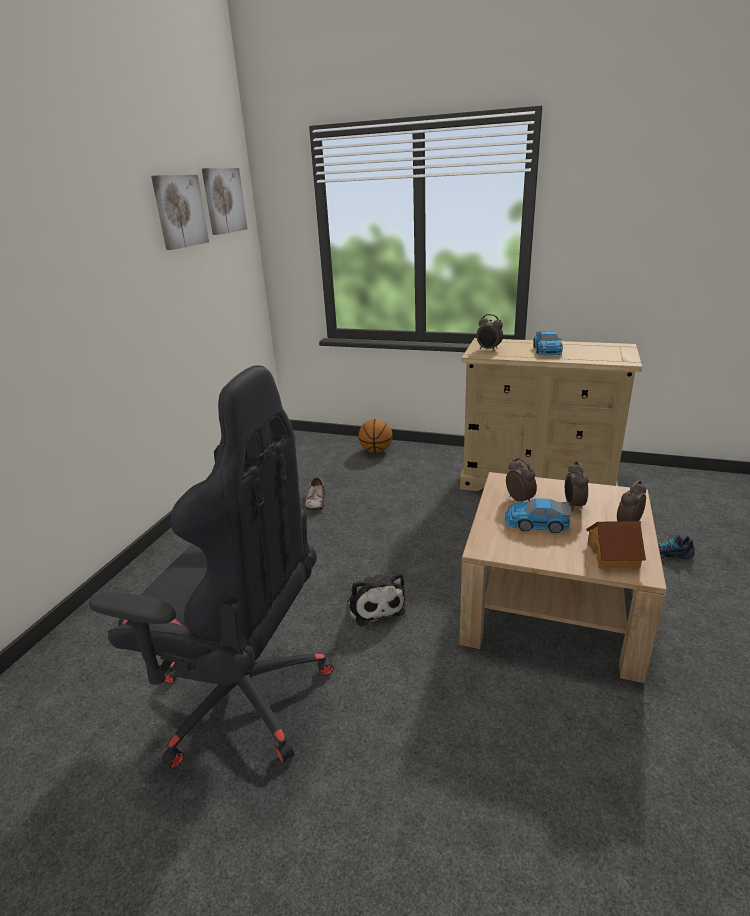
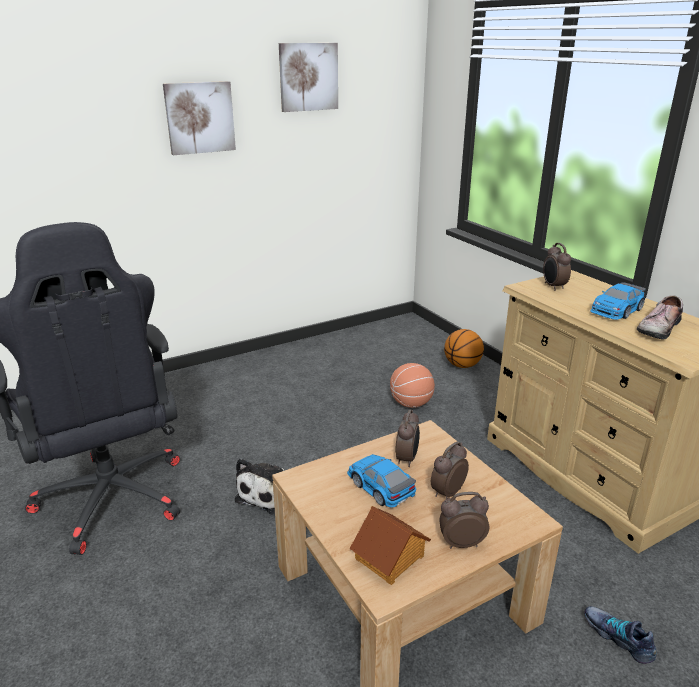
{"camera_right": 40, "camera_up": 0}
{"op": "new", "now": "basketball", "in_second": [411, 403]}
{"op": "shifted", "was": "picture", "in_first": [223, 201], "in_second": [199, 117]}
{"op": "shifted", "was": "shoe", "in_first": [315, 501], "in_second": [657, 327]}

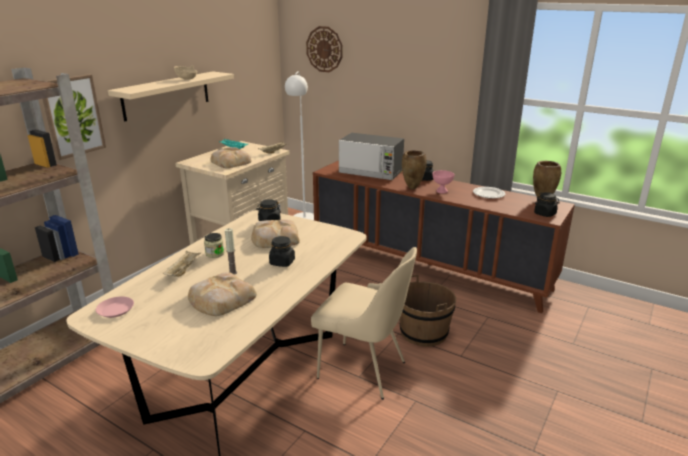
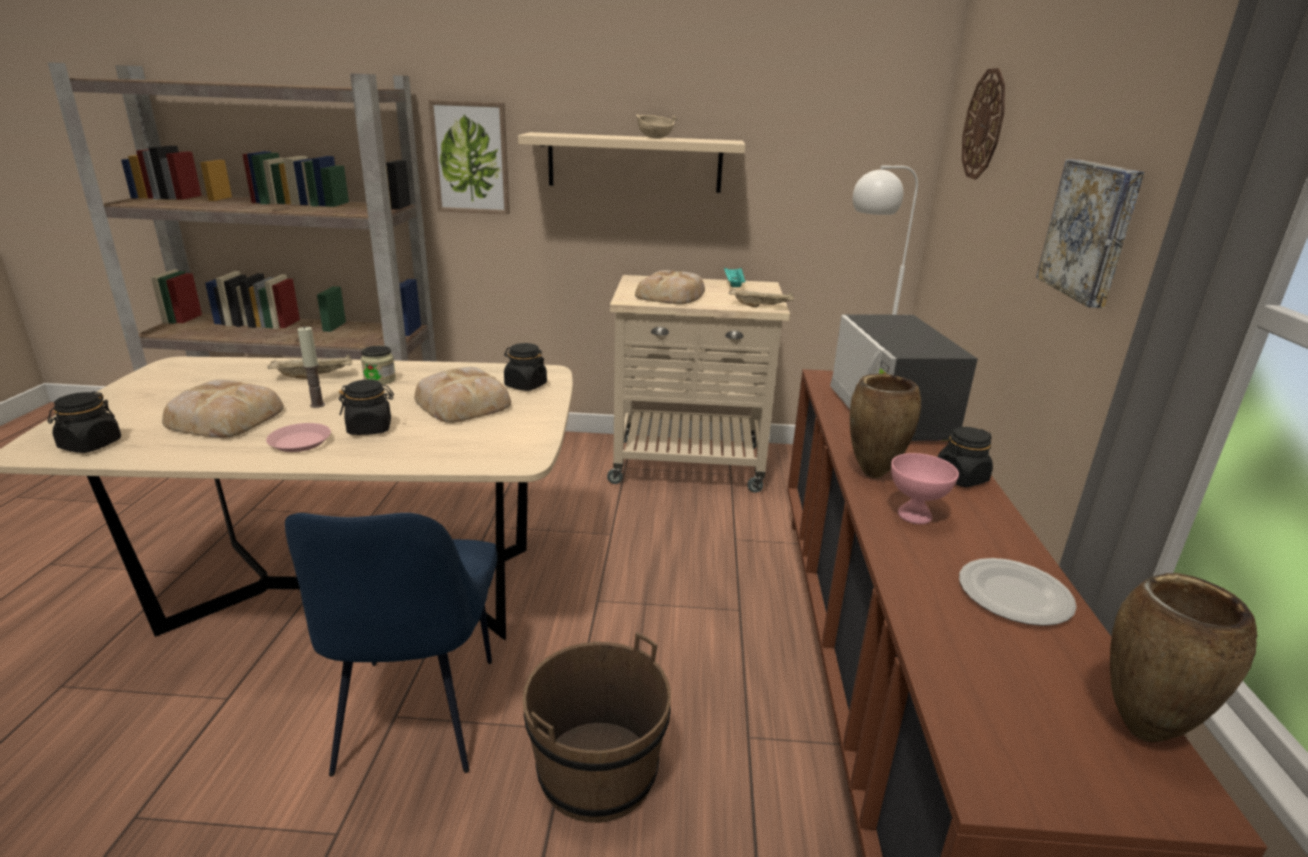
{"camera_right": 60, "camera_up": 0}
{"op": "new", "now": "picture", "in_second": [1092, 231]}
{"op": "shifted", "was": "pink plate", "in_first": [115, 310], "in_second": [299, 442]}
{"op": "shifted", "was": "black jar", "in_first": [545, 214], "in_second": [90, 445]}
{"op": "repainted", "was": "beige chair", "now": "blue chair", "in_first": [363, 370], "in_second": [418, 715]}

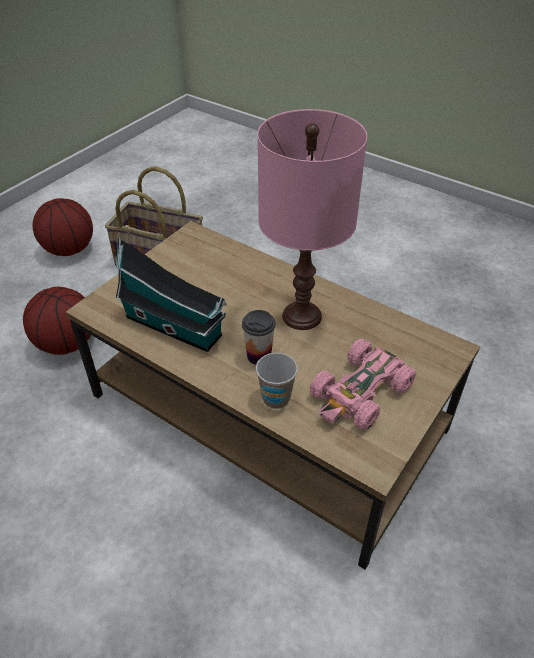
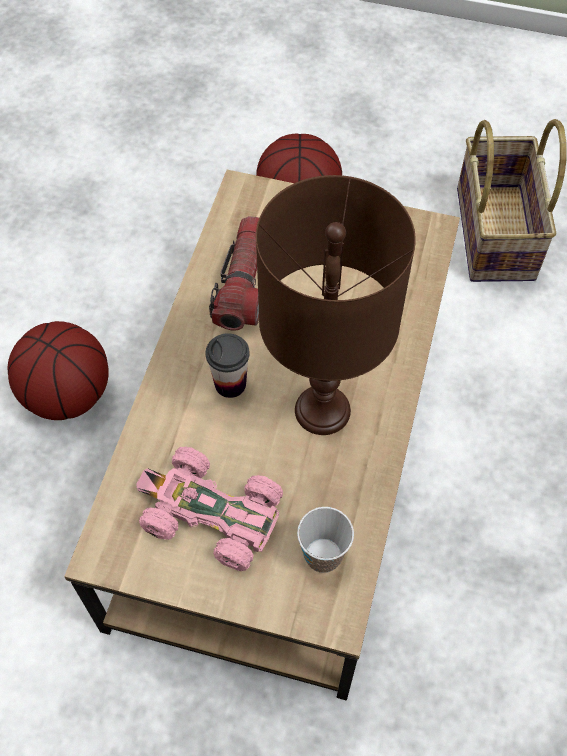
{"camera_right": 70, "camera_up": 15}
{"op": "shifted", "was": "basketball", "in_first": [69, 250], "in_second": [67, 393]}
{"op": "shifted", "was": "cup", "in_first": [276, 398], "in_second": [323, 555]}
{"op": "swapped", "was": "toy house", "now": "flashlight", "in_first": [176, 328], "in_second": [243, 283]}
{"op": "repainted", "was": "pink table lamp", "now": "brown table lamp", "in_first": [301, 316], "in_second": [322, 409]}

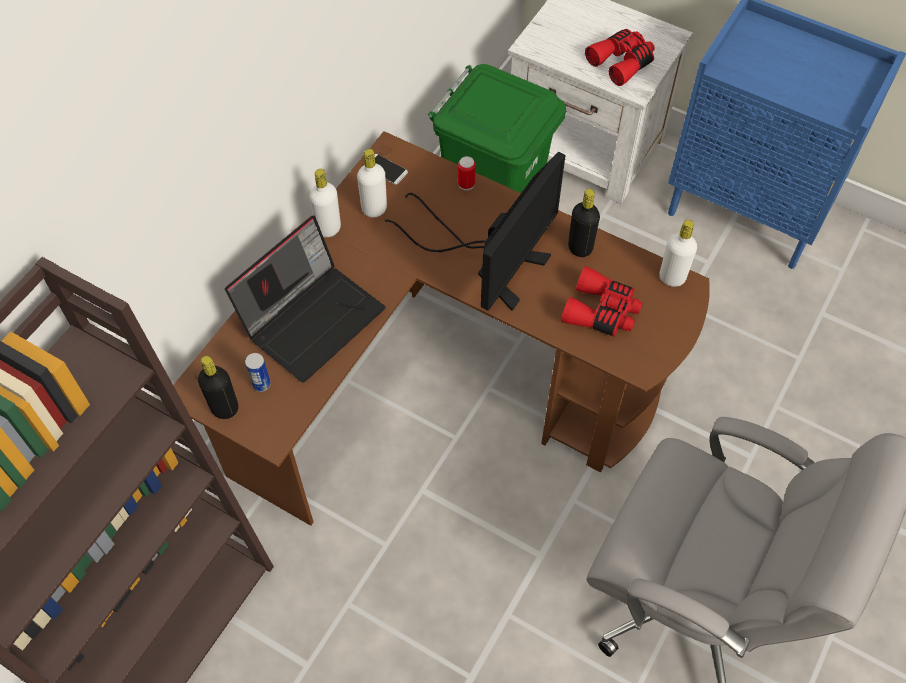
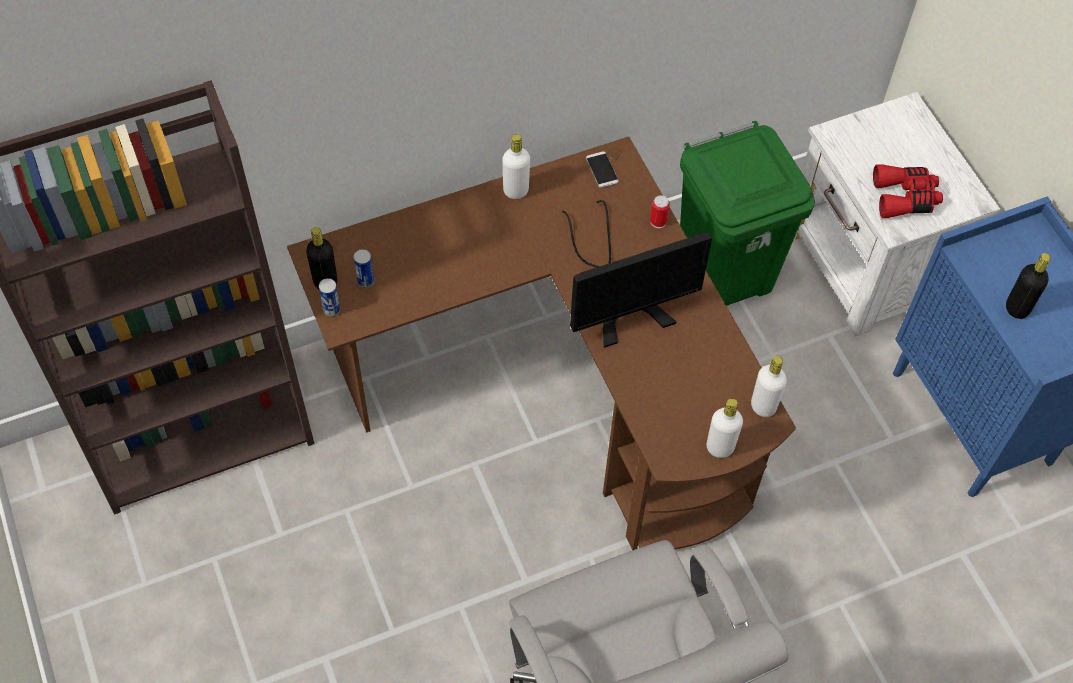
{"camera_right": 35, "camera_up": 0}
{"op": "gone", "was": "laptop", "in_first": [312, 318]}
{"op": "gone", "was": "red binoculars", "in_first": [602, 311]}
{"op": "new", "now": "can", "in_second": [332, 310]}
{"op": "shifted", "was": "white bottle", "in_first": [374, 209], "in_second": [720, 447]}
{"op": "shifted", "was": "black bottle", "in_first": [580, 248], "in_second": [1017, 308]}

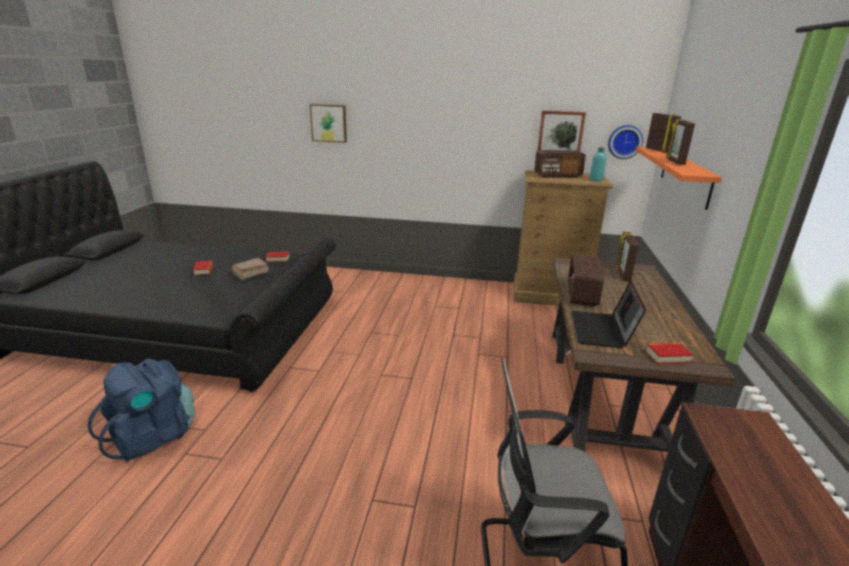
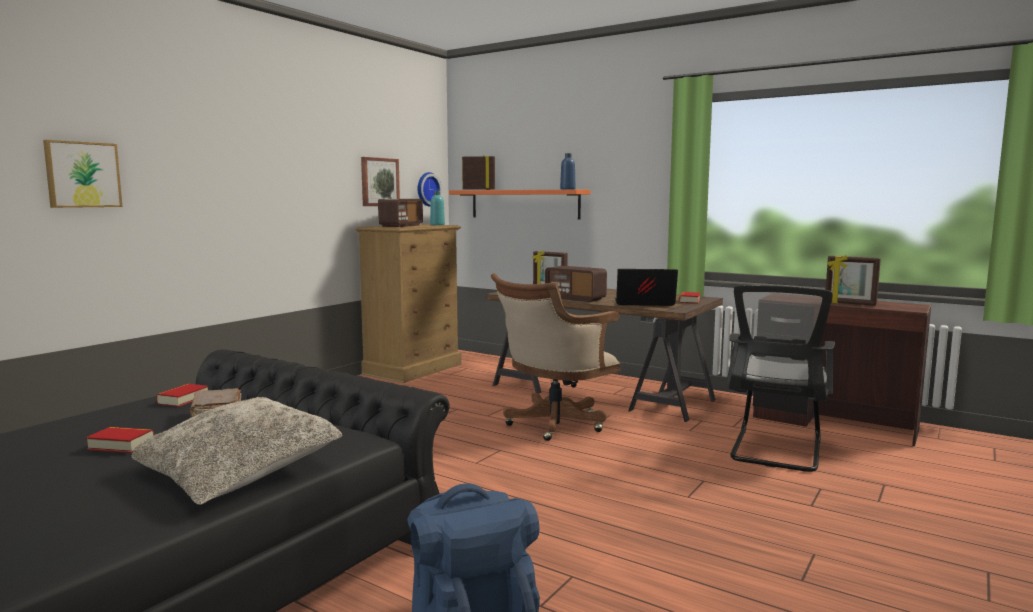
{"camera_right": -65, "camera_up": -15}
{"op": "new", "now": "beige pillow", "in_second": [237, 470]}
{"op": "new", "now": "office chair", "in_second": [552, 425]}
{"op": "new", "now": "blue bottle", "in_second": [567, 189]}
{"op": "shifted", "was": "picture frame", "in_first": [674, 162], "in_second": [850, 304]}
{"op": "rotated", "was": "laptop", "in_first": [602, 331], "in_second": [643, 303], "clockwise": 150}

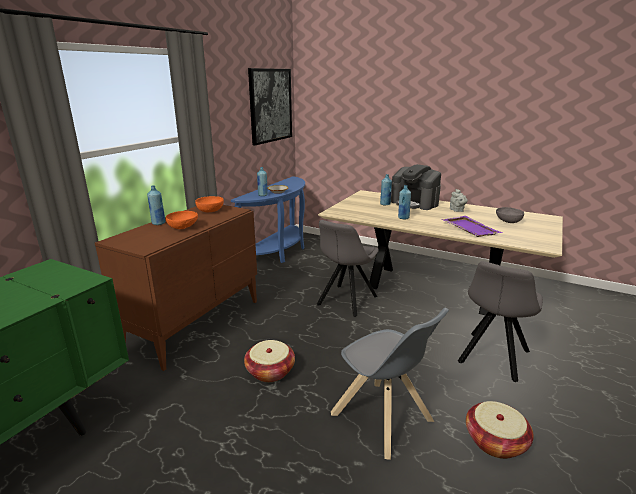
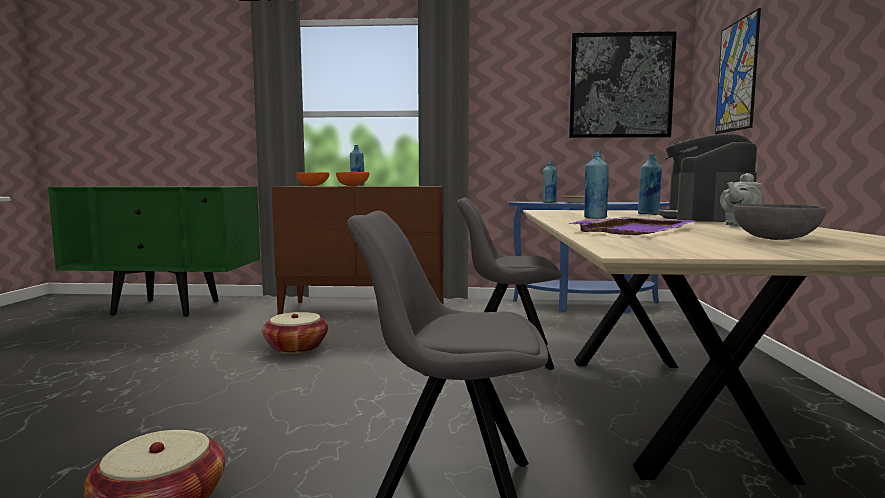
{"camera_right": 65, "camera_up": -15}
{"op": "gone", "was": "grey chair", "in_first": [384, 419]}
{"op": "new", "now": "picture", "in_second": [737, 76]}
{"op": "shifted", "was": "orange bowl", "in_first": [210, 211], "in_second": [313, 186]}

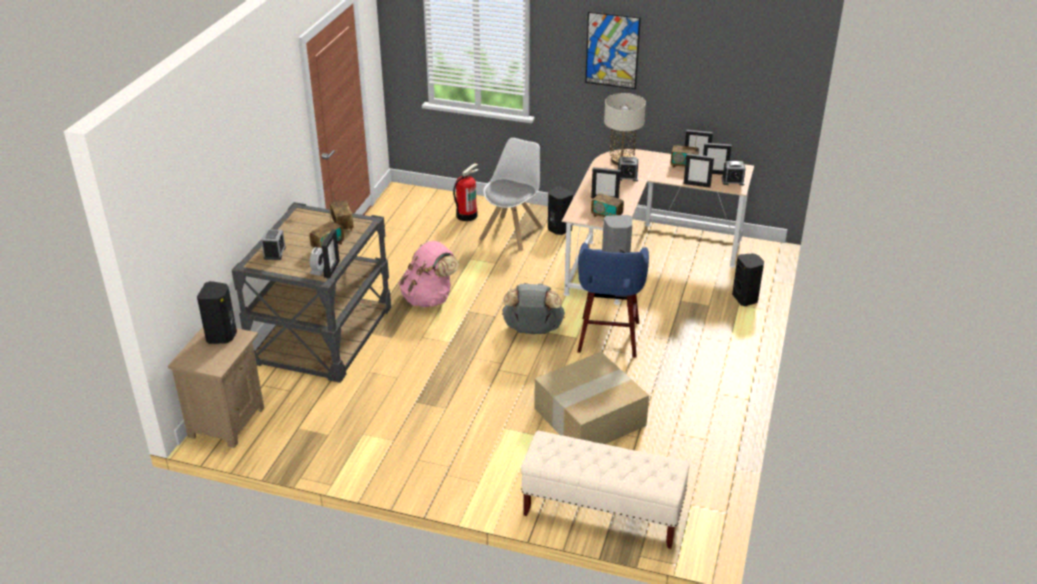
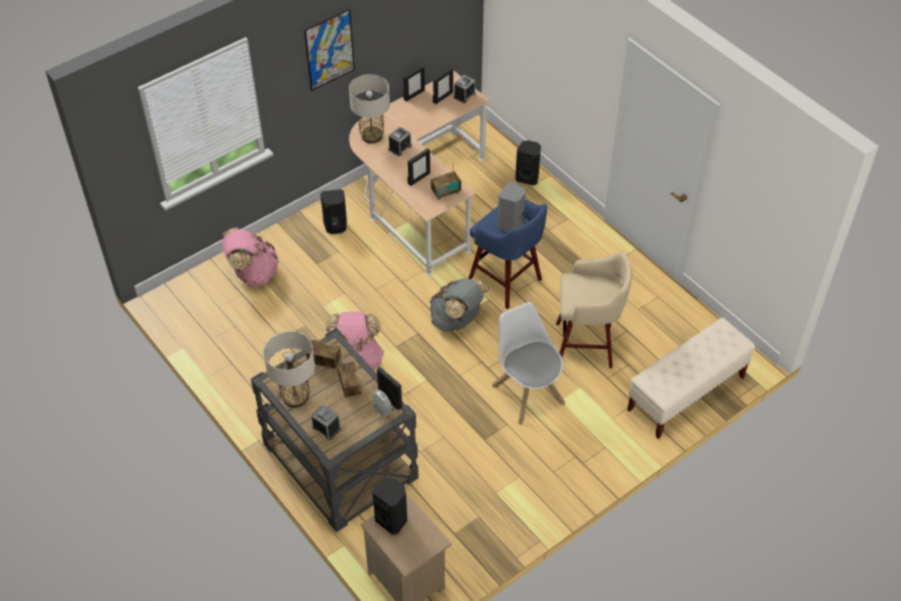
{"camera_right": -55, "camera_up": 15}
{"op": "gone", "was": "radio", "in_first": [683, 165]}
{"op": "gone", "was": "picture frame", "in_first": [697, 184]}
{"op": "new", "now": "table lamp", "in_second": [295, 397]}
{"op": "shifted", "was": "chair", "in_first": [512, 232], "in_second": [527, 392]}
{"op": "swapped", "was": "fire extinguisher", "now": "pink backpack", "in_first": [466, 215], "in_second": [253, 273]}
{"op": "swapped", "was": "cardboard box", "now": "beige stool", "in_first": [589, 418], "in_second": [586, 345]}

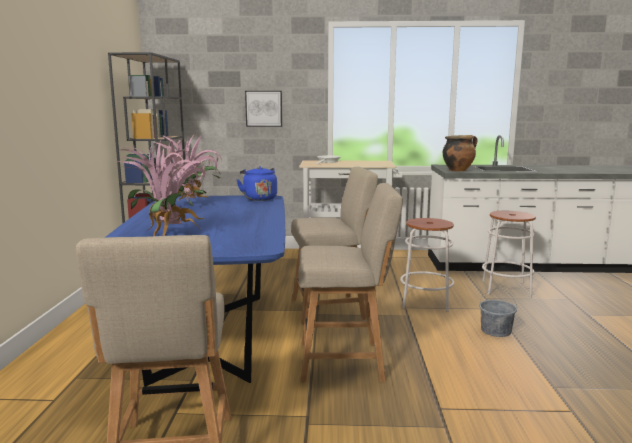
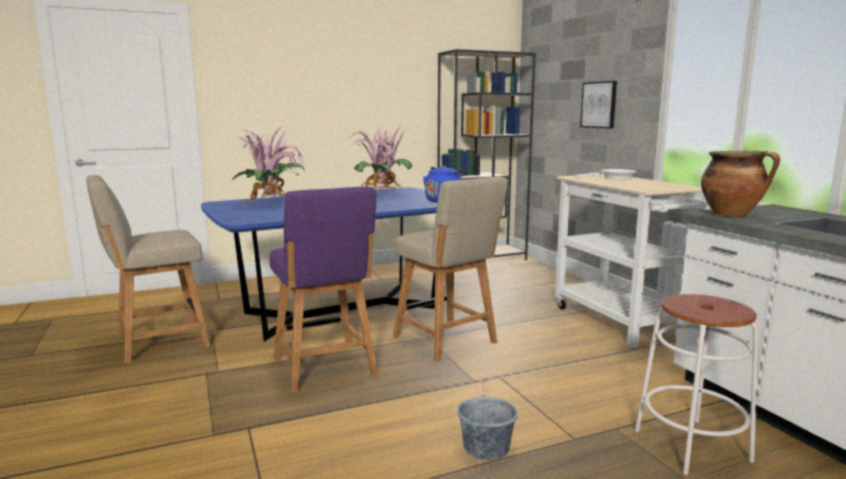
{"camera_right": 65, "camera_up": 0}
{"op": "gone", "was": "white stool", "in_first": [425, 302]}
{"op": "repainted", "was": "beige chair", "now": "purple chair", "in_first": [346, 361], "in_second": [325, 369]}

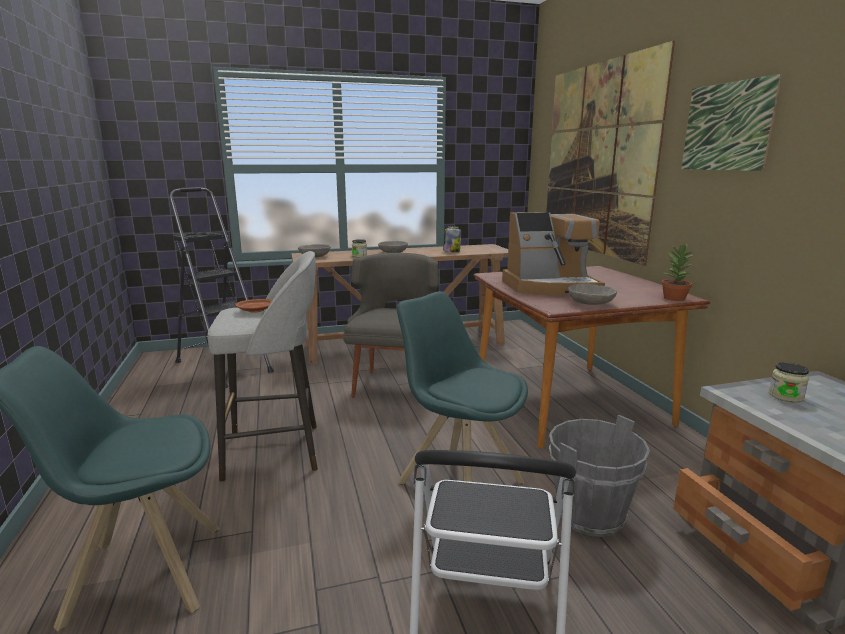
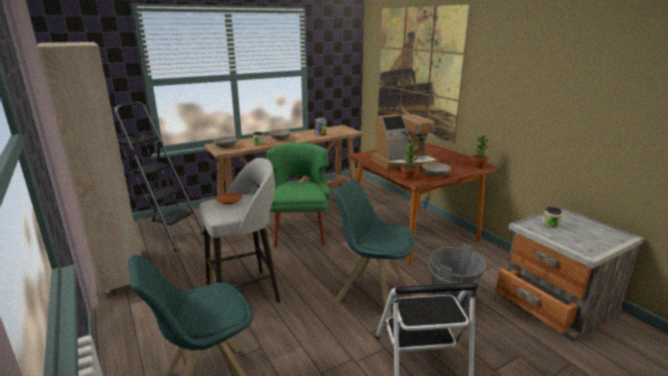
{"camera_right": -15, "camera_up": 5}
{"op": "gone", "was": "picture", "in_first": [726, 127]}
{"op": "new", "now": "beige cabinet", "in_second": [120, 273]}
{"op": "new", "now": "potted plant", "in_second": [409, 177]}
{"op": "repainted", "was": "grey chair", "now": "green chair", "in_first": [394, 387], "in_second": [299, 236]}

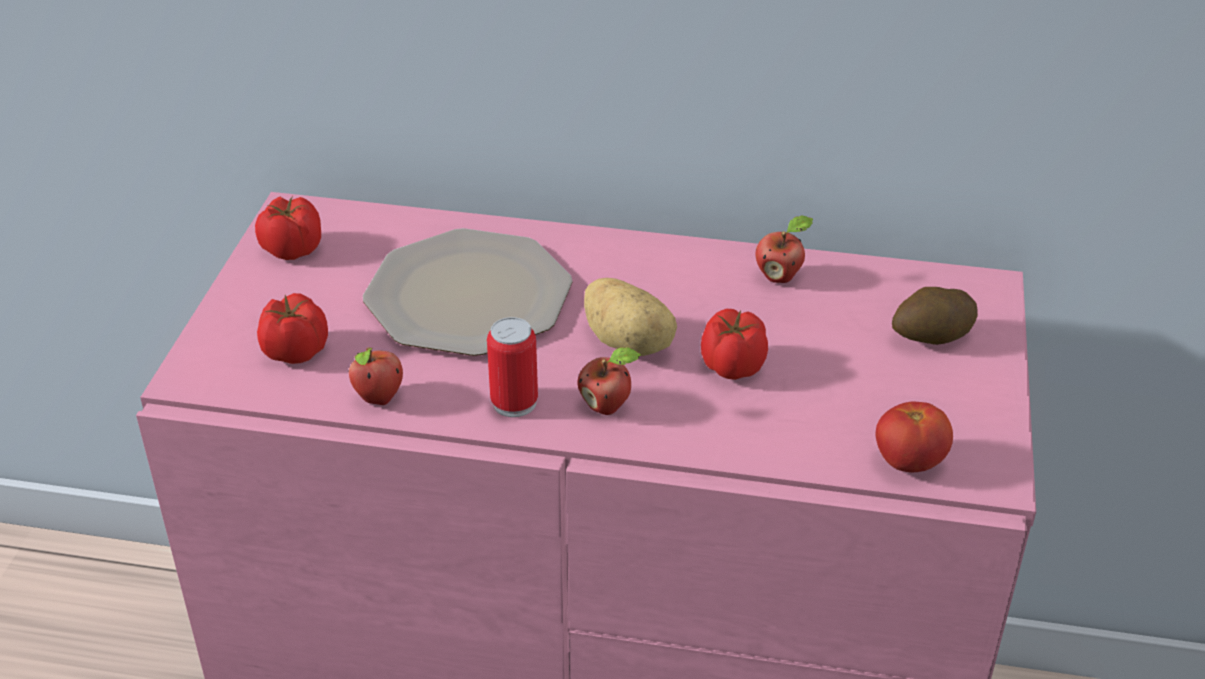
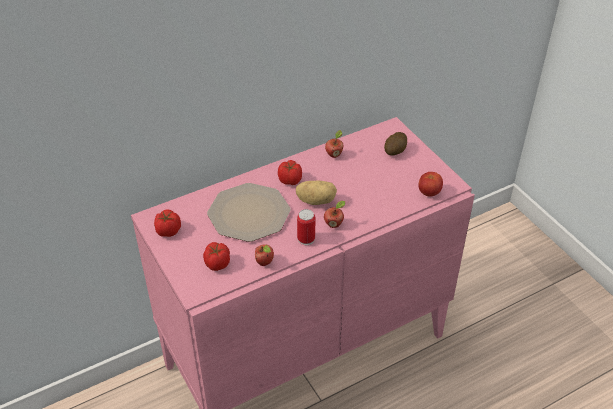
{"camera_right": -40, "camera_up": 5}
{"op": "shifted", "was": "tomato", "in_first": [732, 367], "in_second": [290, 180]}

